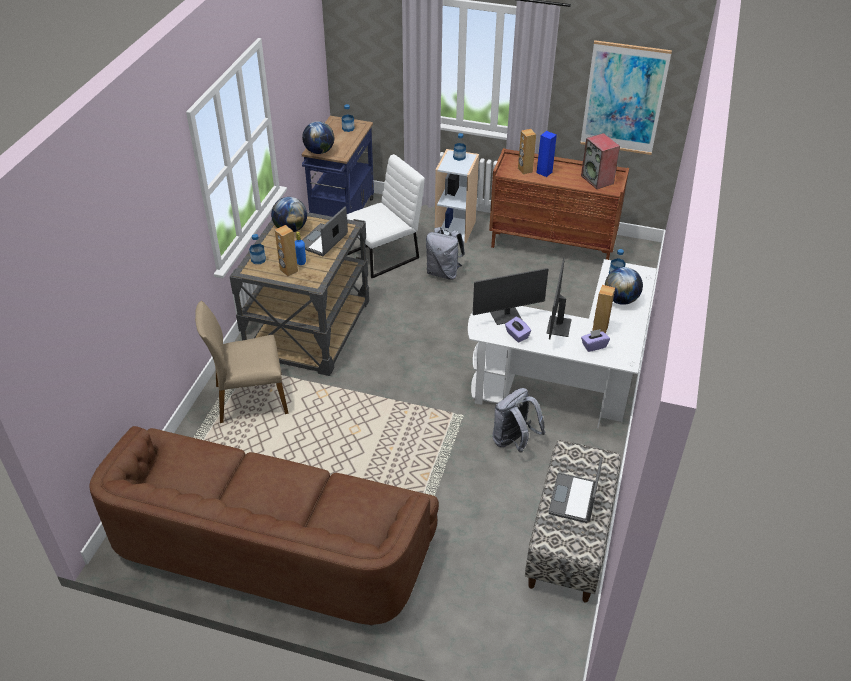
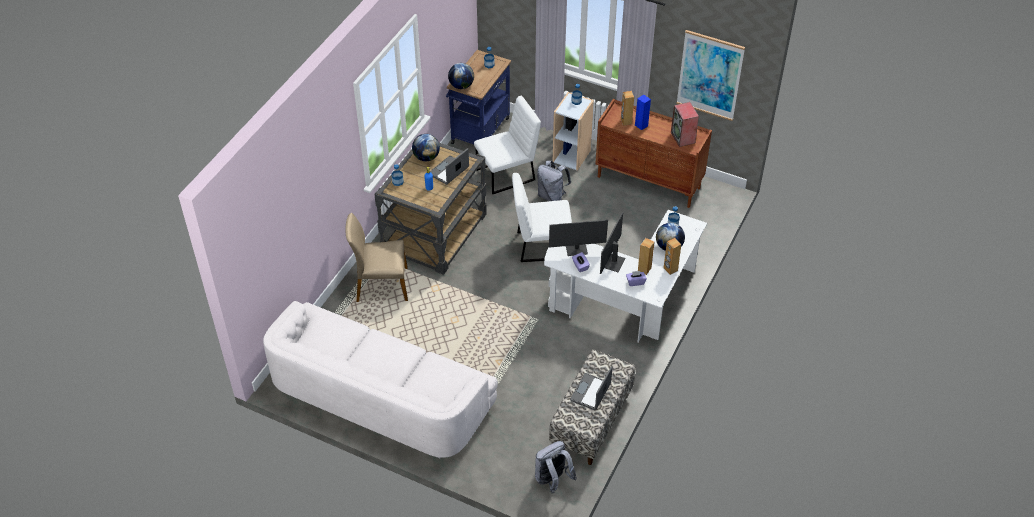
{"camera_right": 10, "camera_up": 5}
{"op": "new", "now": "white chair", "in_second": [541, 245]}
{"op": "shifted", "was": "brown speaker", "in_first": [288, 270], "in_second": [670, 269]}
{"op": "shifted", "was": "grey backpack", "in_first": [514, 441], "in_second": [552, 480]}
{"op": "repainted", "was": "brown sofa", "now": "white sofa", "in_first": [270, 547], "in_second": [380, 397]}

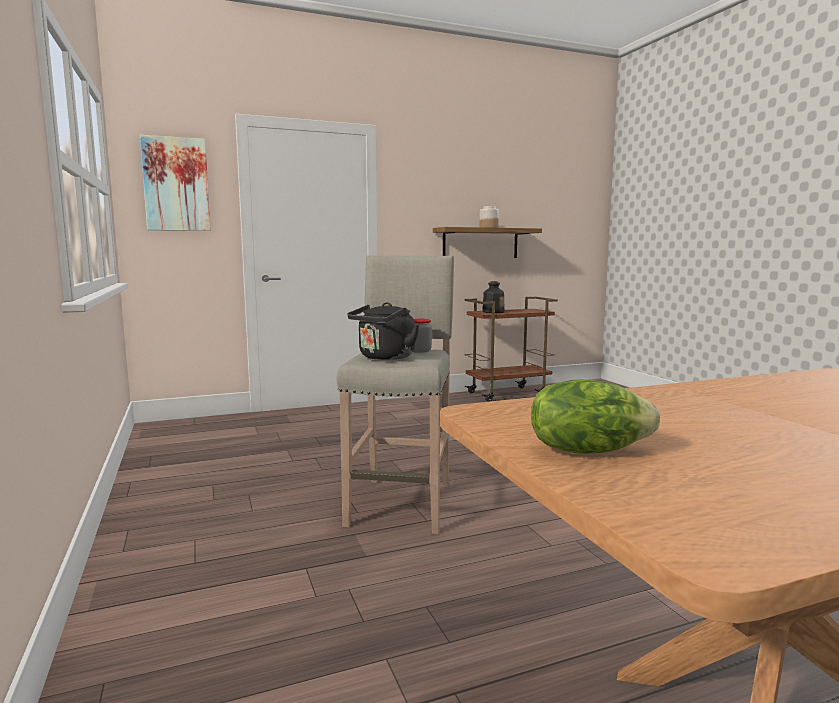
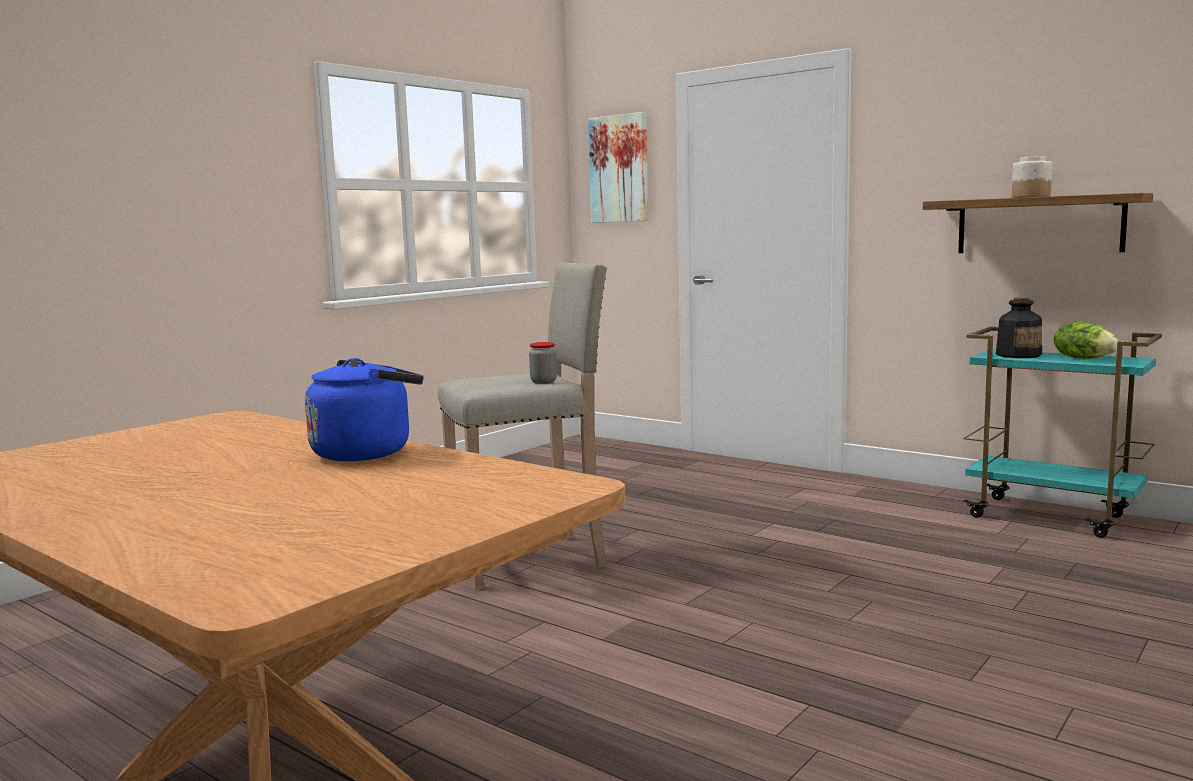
{"camera_right": 60, "camera_up": 0}
{"op": "gone", "was": "black kettle", "in_first": [385, 357]}
{"op": "new", "now": "blue kettle", "in_second": [367, 452]}
{"op": "shifted", "was": "lettuce", "in_first": [587, 450], "in_second": [1083, 358]}
{"op": "repainted", "was": "brown cart", "now": "turquoise cart", "in_first": [508, 394], "in_second": [1053, 518]}

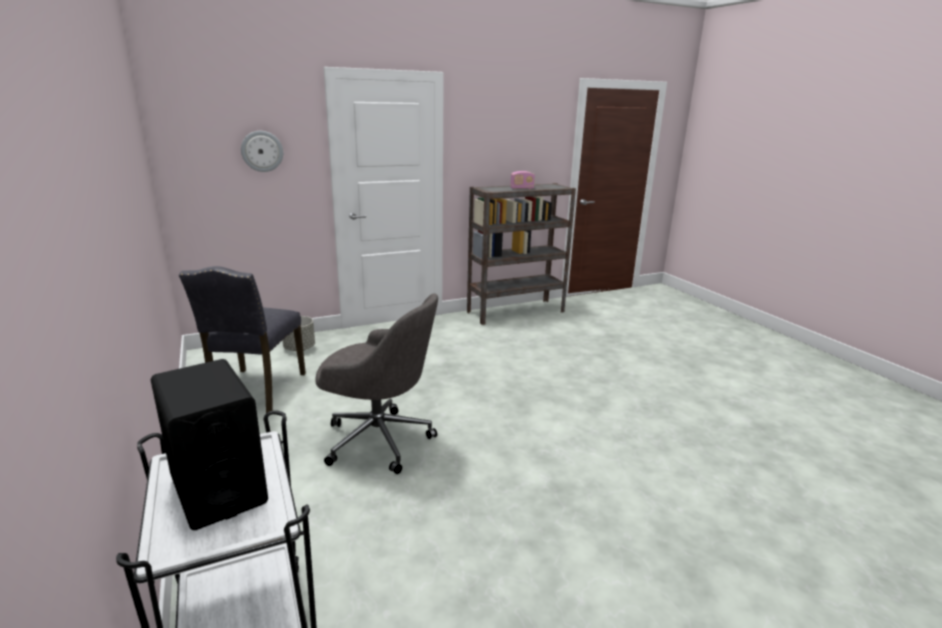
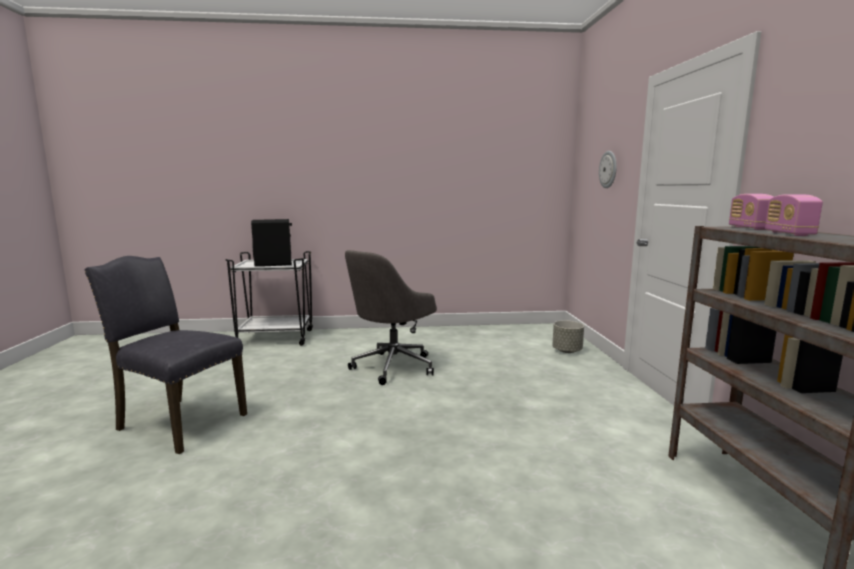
{"camera_right": 110, "camera_up": -10}
{"op": "new", "now": "radio", "in_second": [749, 228]}
{"op": "shifted", "was": "grey chair", "in_first": [256, 391], "in_second": [178, 422]}

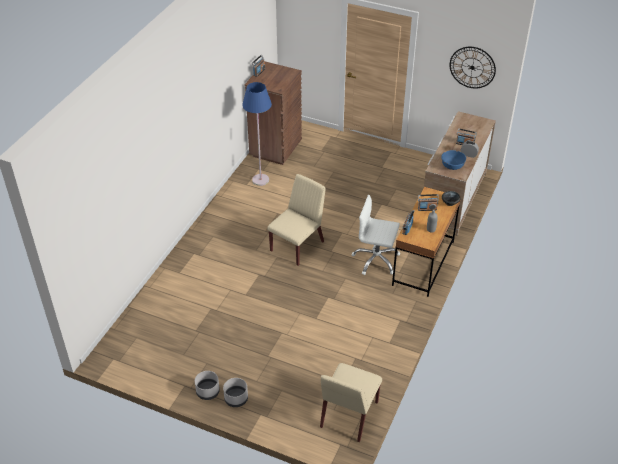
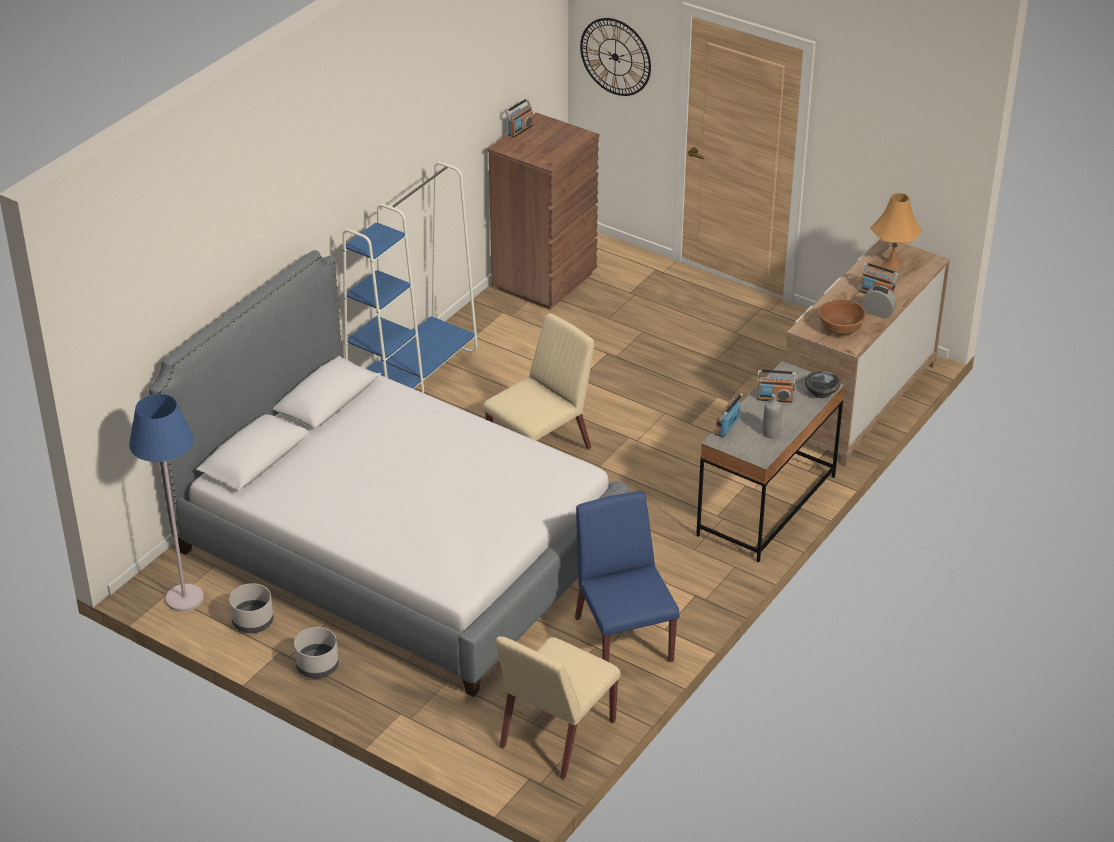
{"camera_right": 10, "camera_up": -5}
{"op": "gone", "was": "white office chair", "in_first": [376, 260]}
{"op": "new", "now": "bed", "in_second": [399, 547]}
{"op": "new", "now": "blue clothes rack", "in_second": [413, 380]}
{"op": "new", "now": "blue chair", "in_second": [623, 638]}
{"op": "new", "now": "orange table lamp", "in_second": [891, 264]}
{"op": "shifted", "was": "grey planter", "in_first": [236, 398], "in_second": [252, 621]}
{"op": "shifted", "was": "blue floor lamp", "in_first": [260, 180], "in_second": [184, 598]}
{"op": "shifted", "was": "wall clock", "in_first": [472, 67], "in_second": [615, 57]}
{"op": "repainted", "was": "brown desk", "now": "grey desk", "in_first": [423, 263], "in_second": [766, 506]}
{"op": "repainted", "was": "blue bowl", "now": "brown bowl", "in_first": [452, 166], "in_second": [840, 329]}

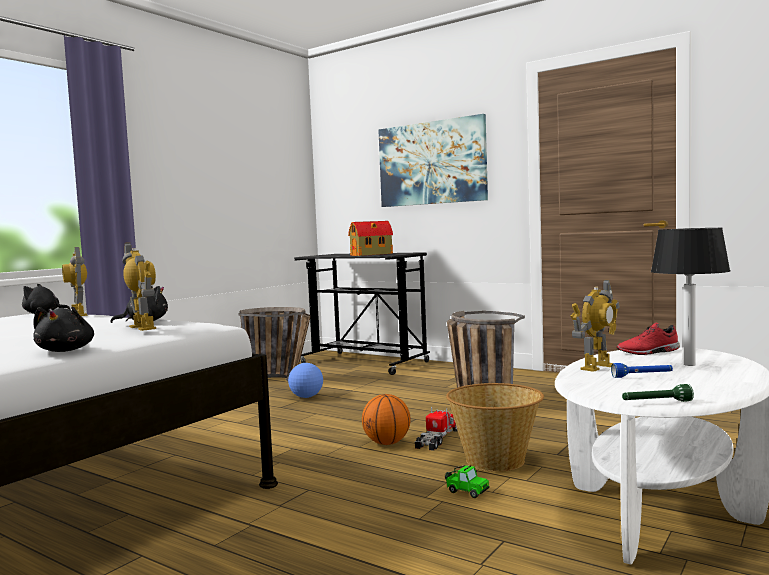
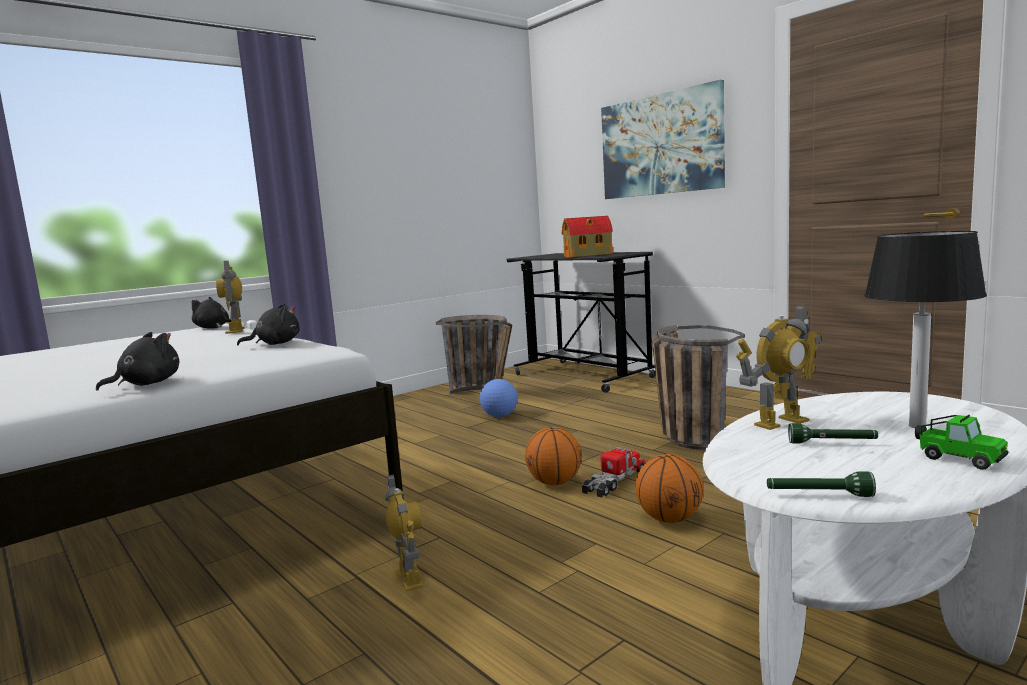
{"camera_right": 15, "camera_up": 5}
{"op": "gone", "was": "red shoe", "in_first": [648, 352]}
{"op": "shifted", "was": "toy robot", "in_first": [143, 327], "in_second": [409, 578]}
{"op": "shifted", "was": "toy car", "in_first": [465, 491], "in_second": [957, 458]}
{"op": "swapped", "was": "basket", "now": "basketball", "in_first": [496, 461], "in_second": [669, 519]}
{"op": "repainted", "was": "blue flashlight", "now": "green flashlight", "in_first": [642, 376], "in_second": [832, 443]}
{"op": "rotated", "was": "black plush toy", "in_first": [66, 350], "in_second": [146, 384], "clockwise": -150}

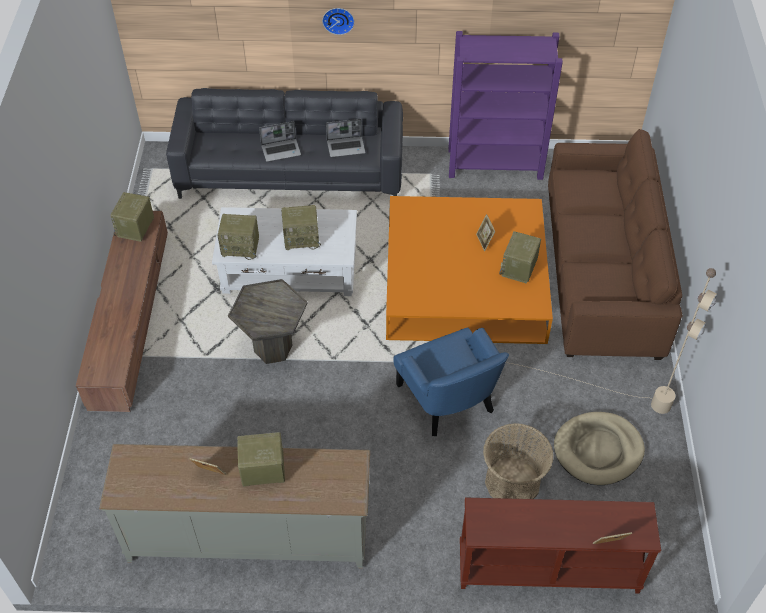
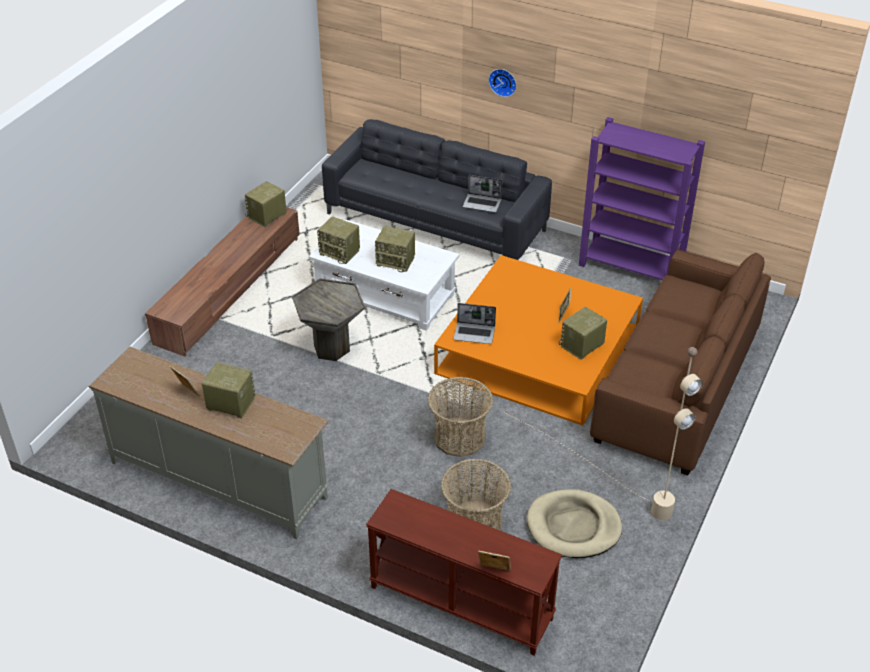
{"camera_right": 25, "camera_up": -10}
{"op": "shifted", "was": "laptop", "in_first": [281, 150], "in_second": [475, 333]}
{"op": "swapped", "was": "blue armchair", "now": "basket", "in_first": [448, 398], "in_second": [459, 437]}

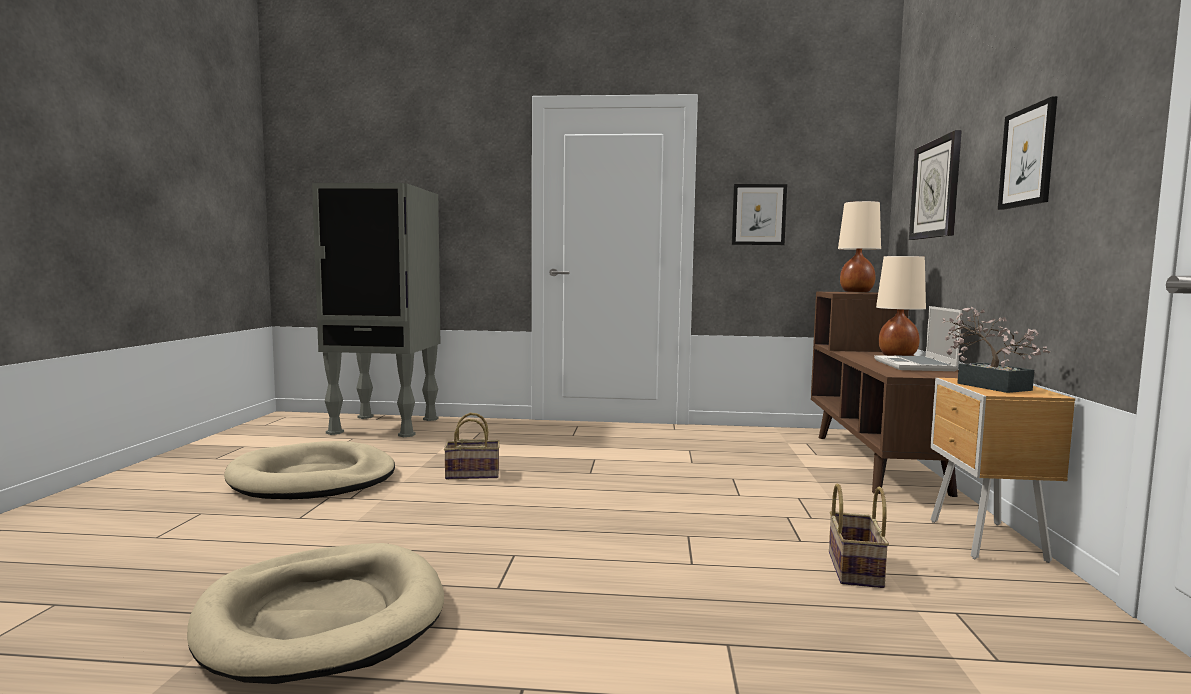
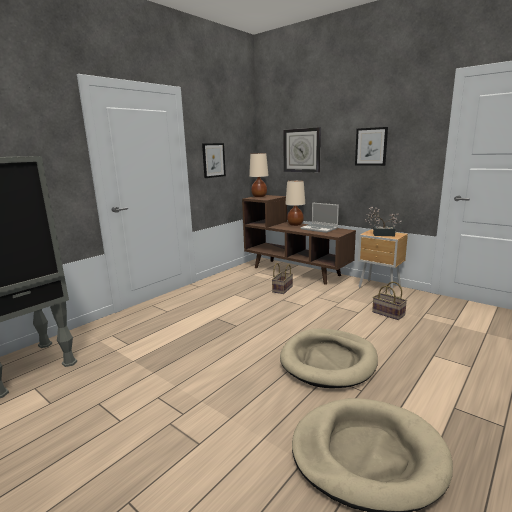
{"camera_right": -55, "camera_up": 10}
{"op": "shifted", "was": "beige dog bed", "in_first": [313, 479], "in_second": [328, 361]}
{"op": "shifted", "was": "basket", "in_first": [474, 474], "in_second": [282, 289]}

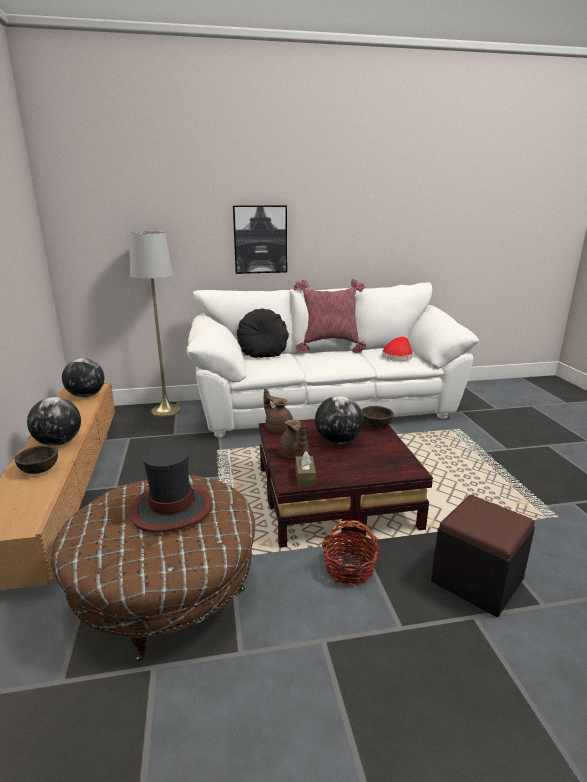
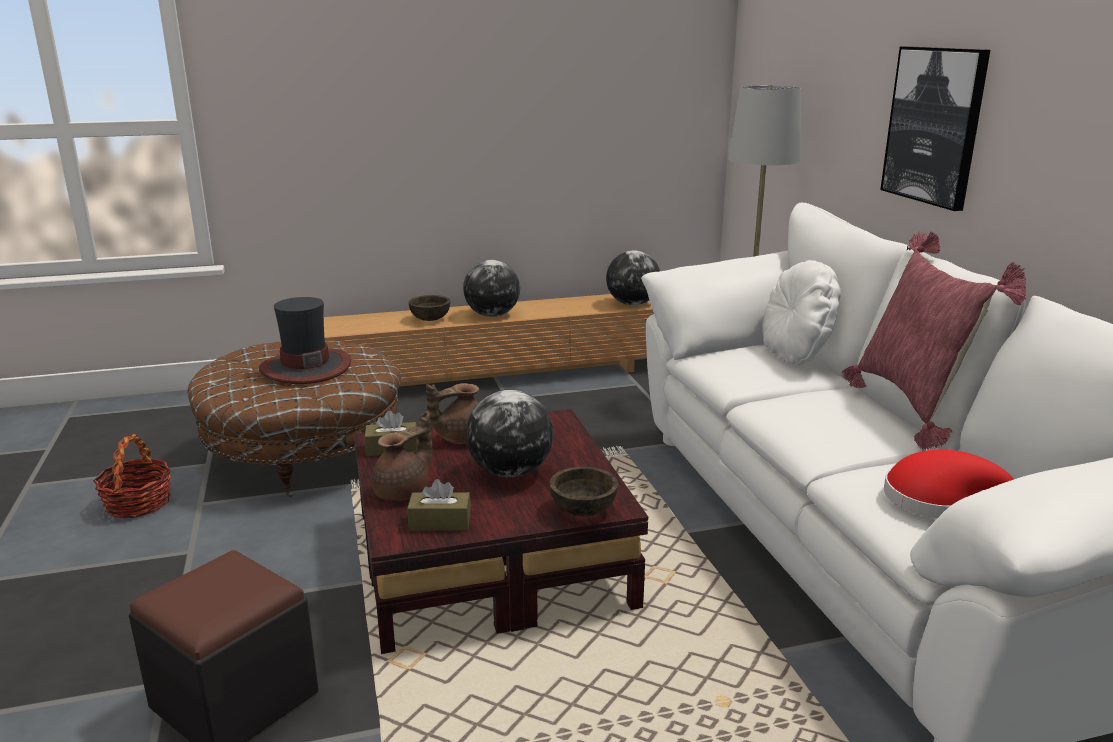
{"camera_right": 85, "camera_up": 0}
{"op": "new", "now": "brown tissue box", "in_second": [440, 522]}
{"op": "shifted", "was": "brown teapot", "in_first": [278, 427], "in_second": [404, 491]}
{"op": "shifted", "was": "basket", "in_first": [349, 569], "in_second": [138, 504]}
{"op": "repainted", "was": "black pillow", "now": "white pillow", "in_first": [263, 356], "in_second": [795, 356]}

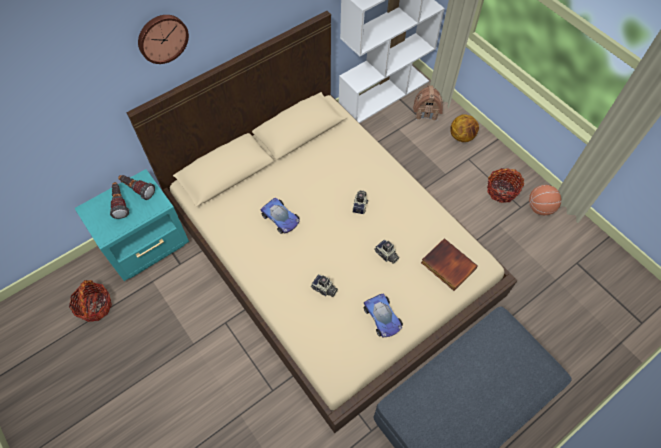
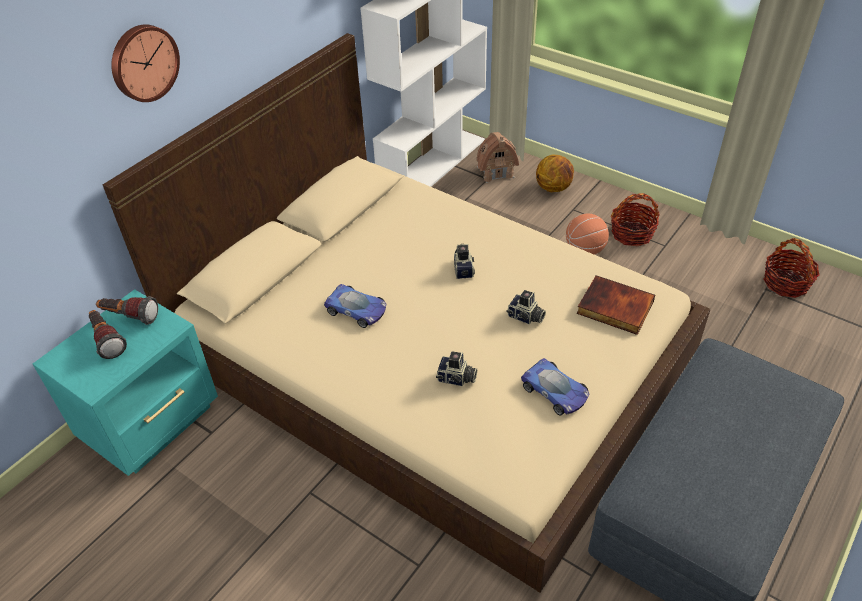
{"camera_right": -15, "camera_up": -15}
{"op": "shifted", "was": "basket", "in_first": [95, 306], "in_second": [786, 283]}
{"op": "shifted", "was": "basketball", "in_first": [540, 207], "in_second": [585, 250]}

